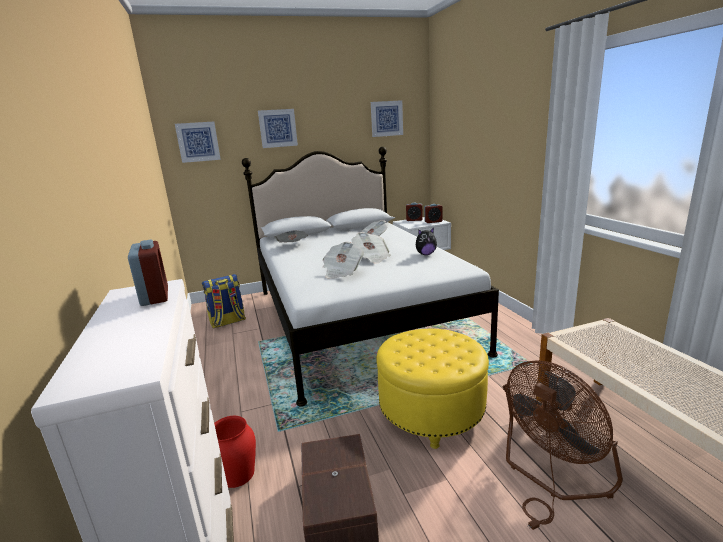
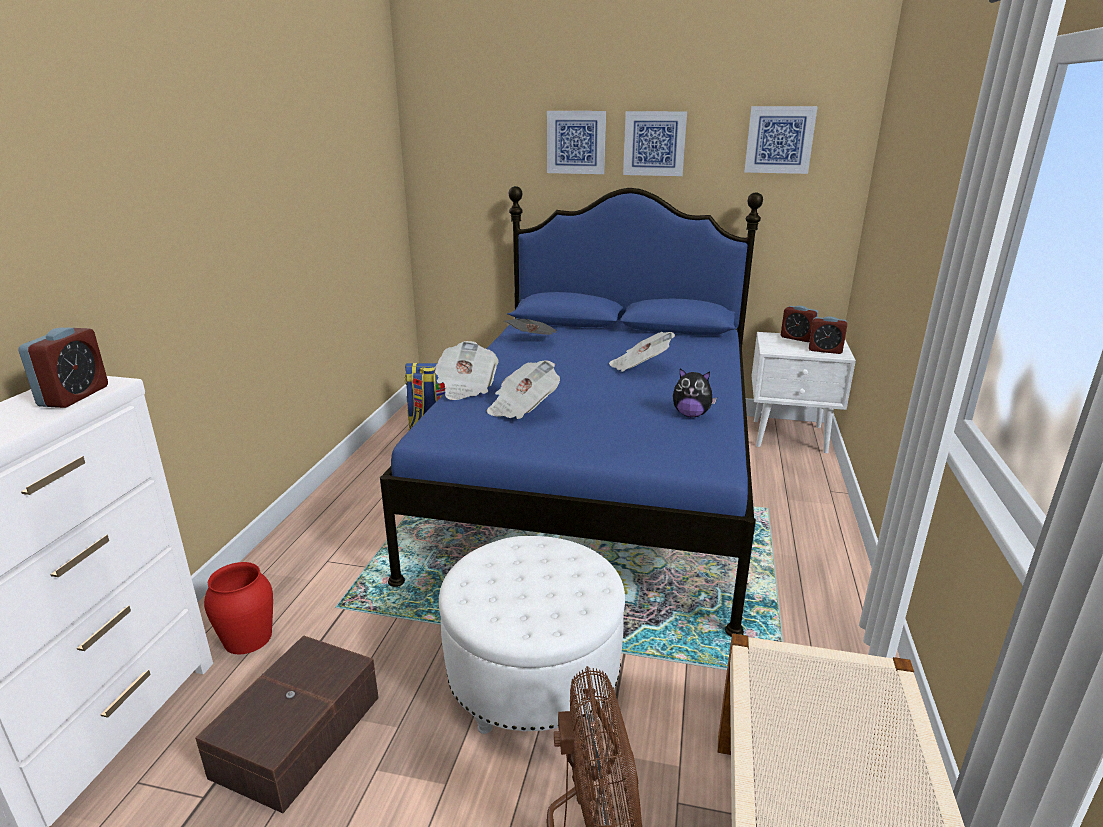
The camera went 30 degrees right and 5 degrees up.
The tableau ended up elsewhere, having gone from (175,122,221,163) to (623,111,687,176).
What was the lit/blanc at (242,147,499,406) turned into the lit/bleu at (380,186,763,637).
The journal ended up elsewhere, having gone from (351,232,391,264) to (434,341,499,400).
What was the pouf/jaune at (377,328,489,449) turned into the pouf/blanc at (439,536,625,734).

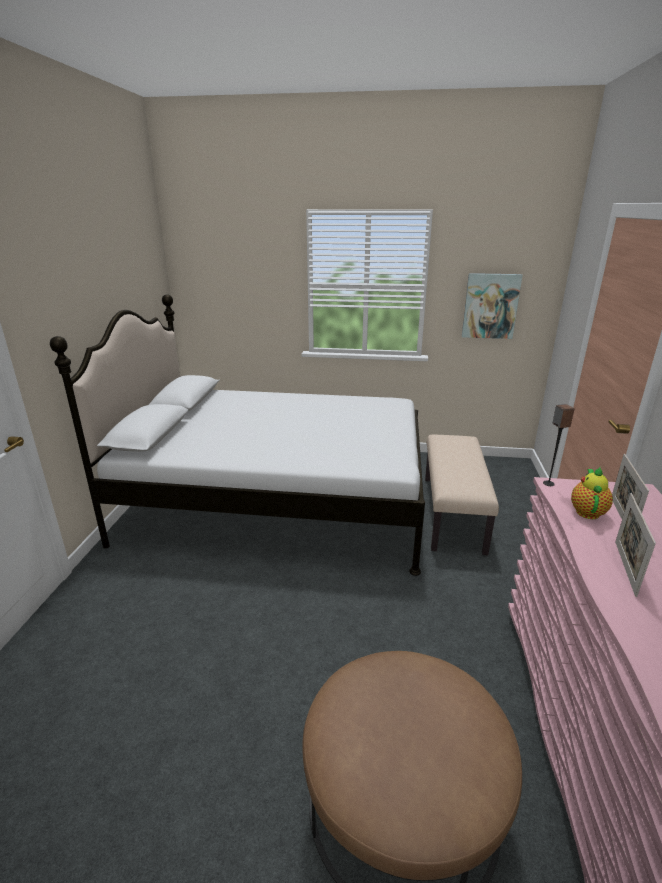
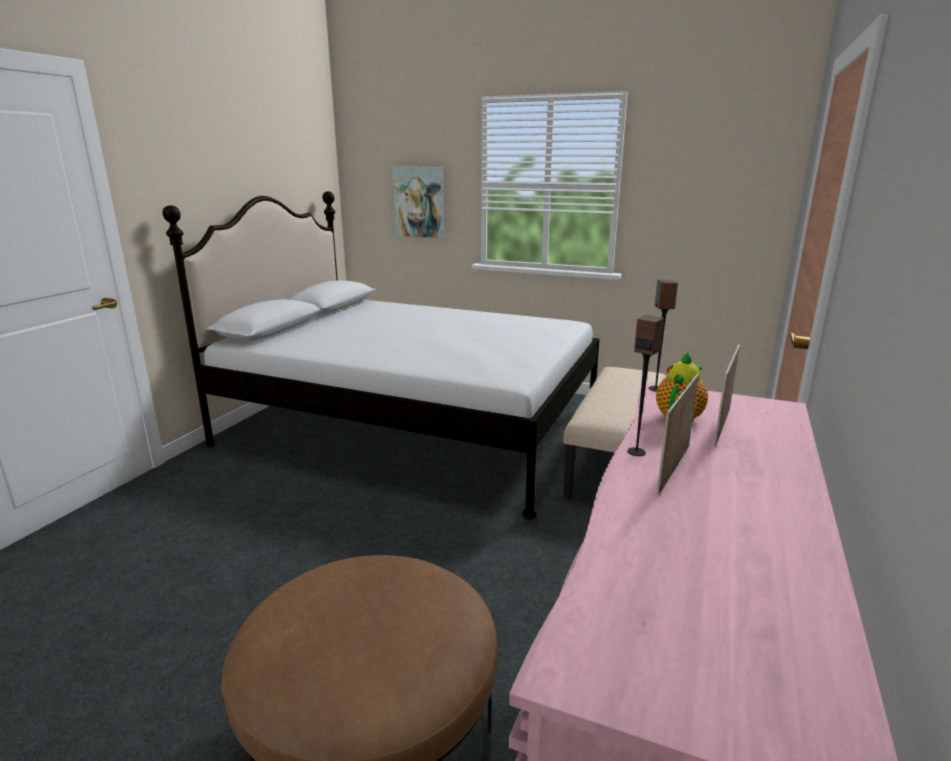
The camera went 15 degrees right and 5 degrees down.
The tableau ended up elsewhere, having gone from (462,273,523,339) to (392,167,444,238).
The second view gained the enceinte at (627,315,664,456).

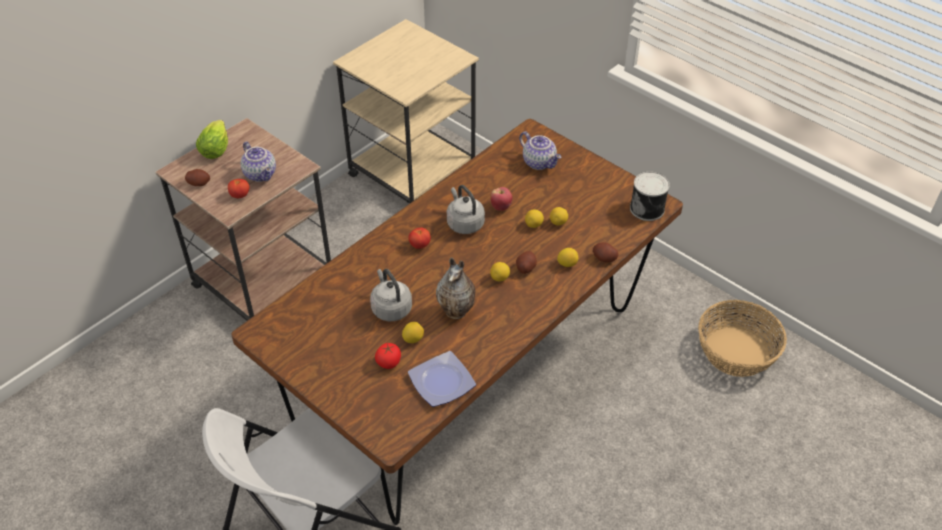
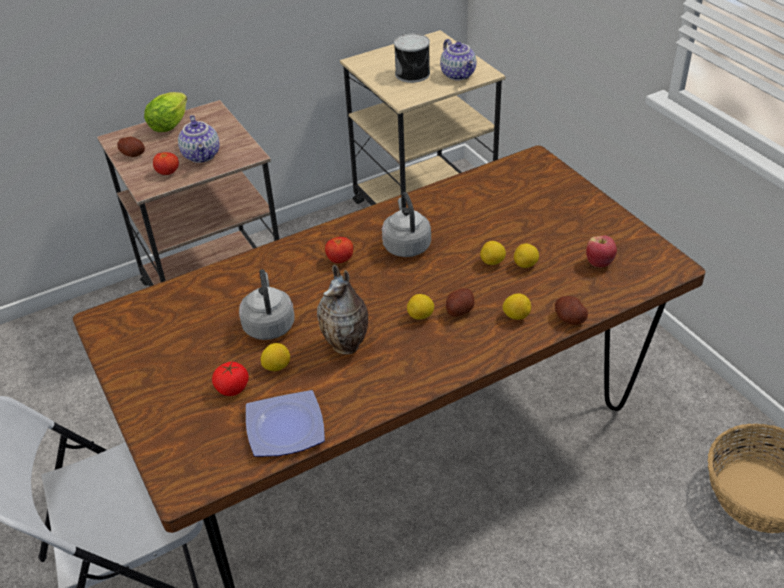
The camera went 20 degrees right and 5 degrees down.
The théière ended up elsewhere, having gone from (519,131,561,170) to (440,39,476,81).
The boîte métallique ended up elsewhere, having gone from (630,171,670,221) to (394,33,430,83).
The pomme ended up elsewhere, having gone from (490,187,512,211) to (586,236,617,268).

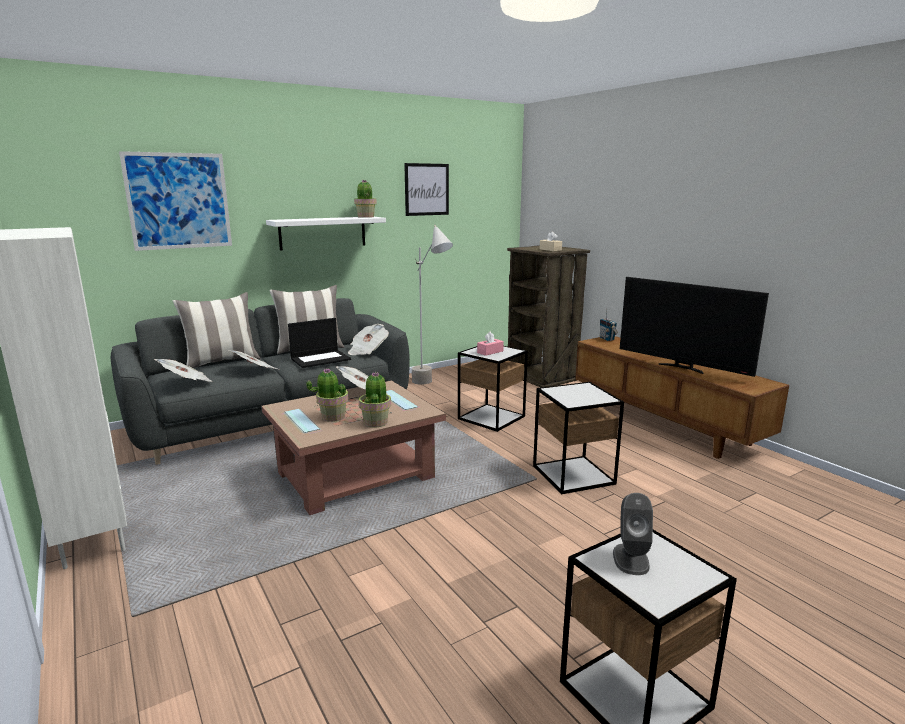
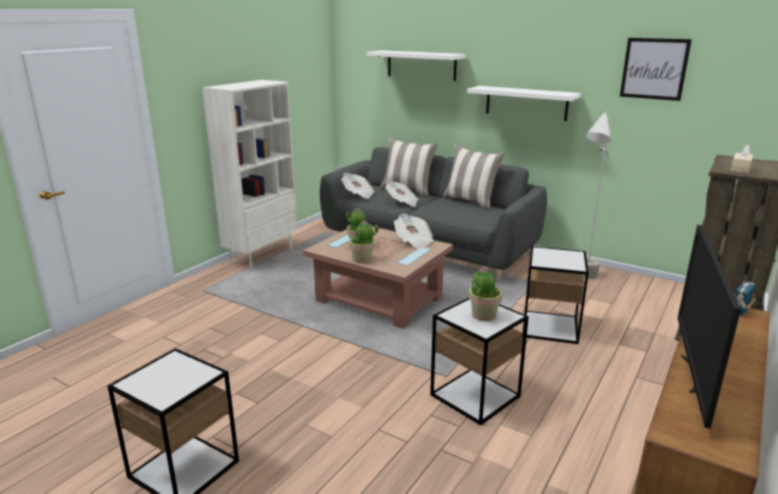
The camera went 65 degrees right and 5 degrees up.
Where the tableau hung at (119,151,232,251), the étagère/blanc came to hang at (367,50,466,81).
The plante en pot ended up elsewhere, having gone from (354,180,377,218) to (469,267,503,321).
The second view lost the ordinateur portable at (288,318,351,368).
The second view lost the journal at (348,324,389,355).
The second view lost the boîte à mouchoirs/rose at (477,332,504,356).
The second view lost the enceinte/gris at (613,493,653,575).

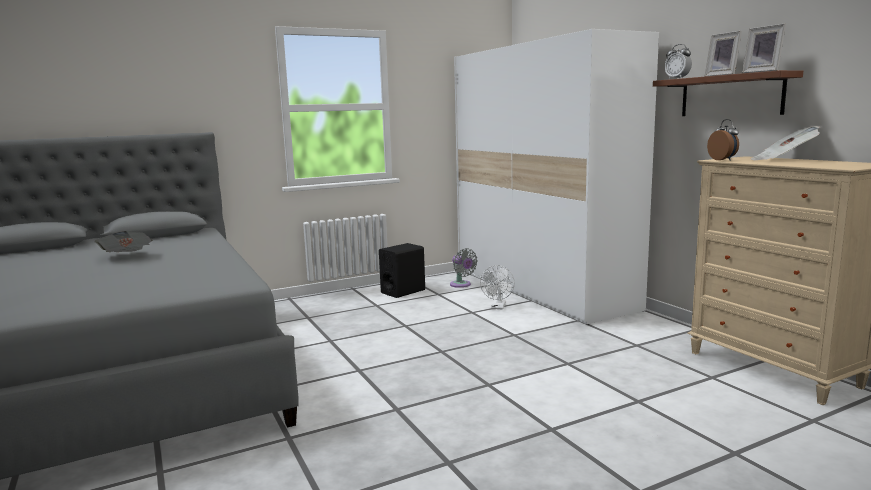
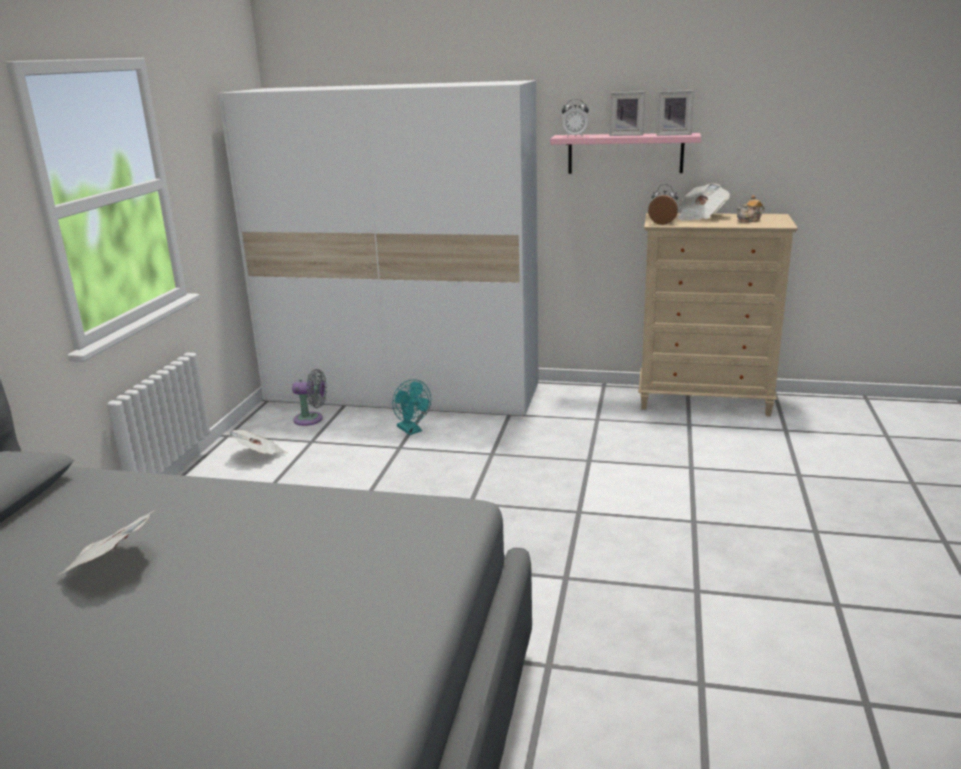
The camera went 50 degrees left and 10 degrees up.
What was the étagère/marron at (653,70,803,116) turned into the étagère/rose at (550,133,701,174).
Where the enceinte/noir stood at (379,243,425,298), the journal came to stand at (227,430,288,455).
What was the ventilateur/blanc at (480,265,515,309) turned into the ventilateur/turquoise at (392,379,431,435).
The second view gained the théière at (737,195,765,223).

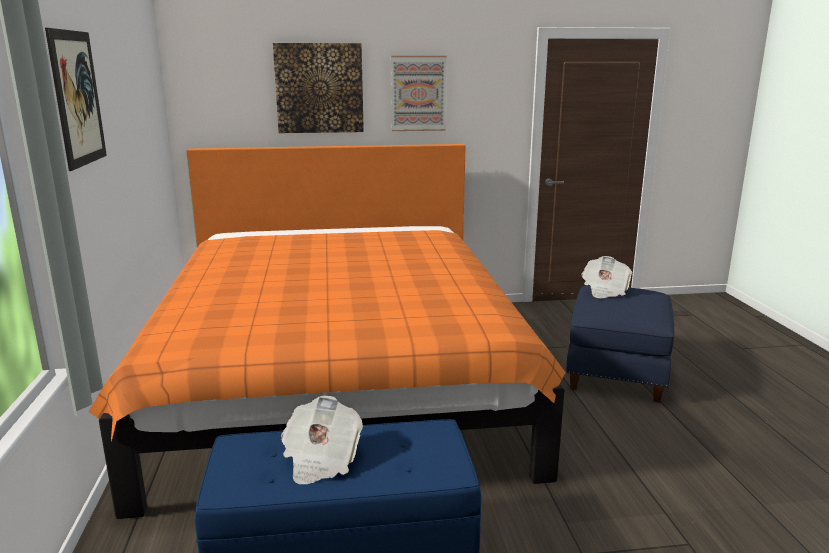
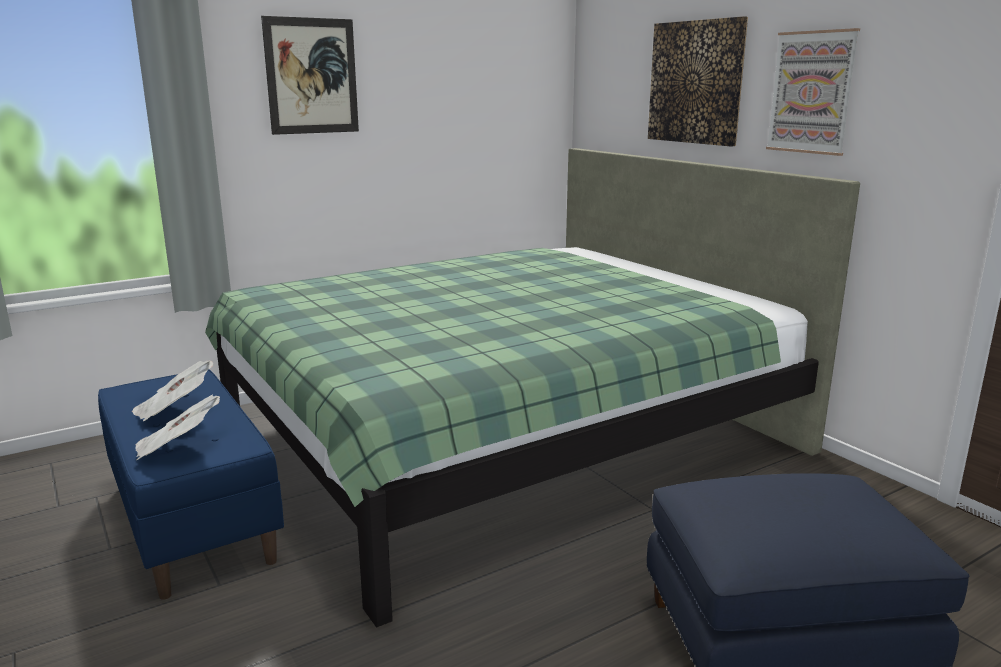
The camera went 65 degrees right and 0 degrees up.
What was the lit/orange at (88,144,566,519) turned into the lit/vert at (205,148,860,628).
The journal ended up elsewhere, having gone from (582,256,632,298) to (135,395,220,460).

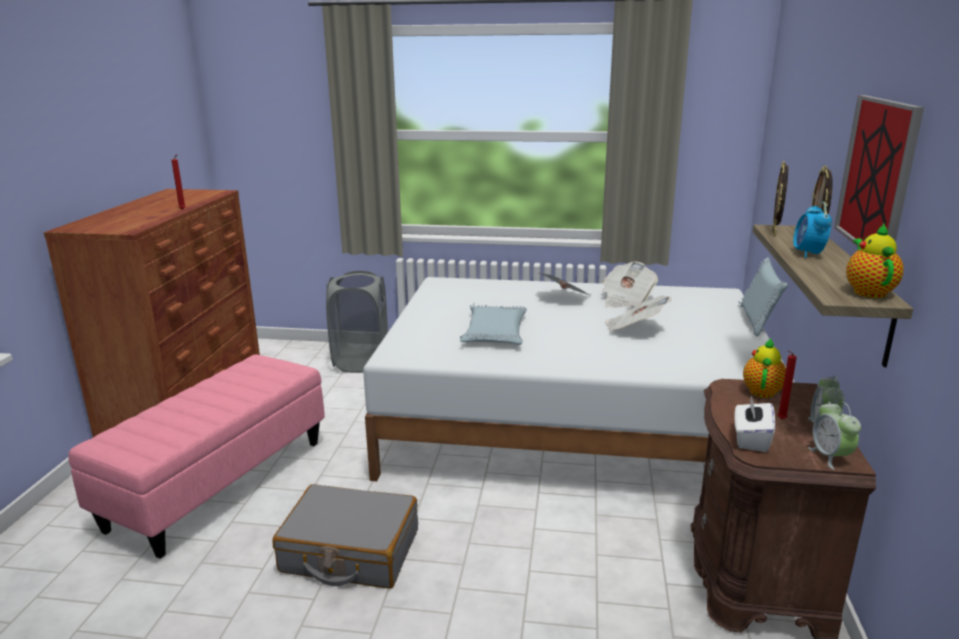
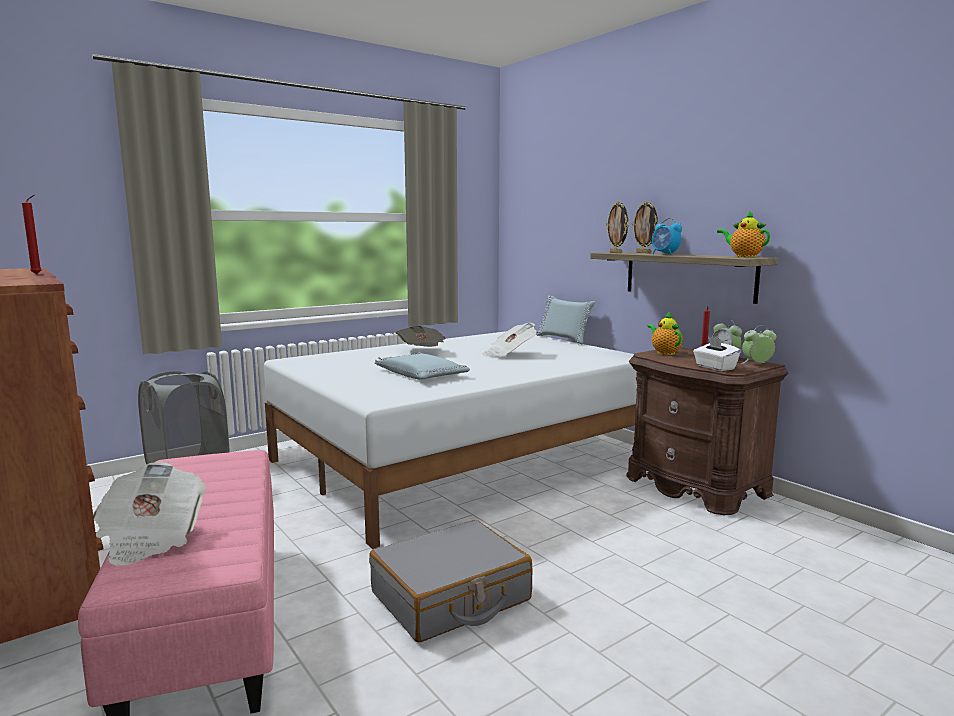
The camera went 45 degrees left and 10 degrees down.
The second view lost the tableau at (834,95,924,246).
The journal ended up elsewhere, having gone from (602,262,658,308) to (93,462,206,566).
The réveil at (808,401,861,470) ended up facing another way, 135 degrees clockwise from before.

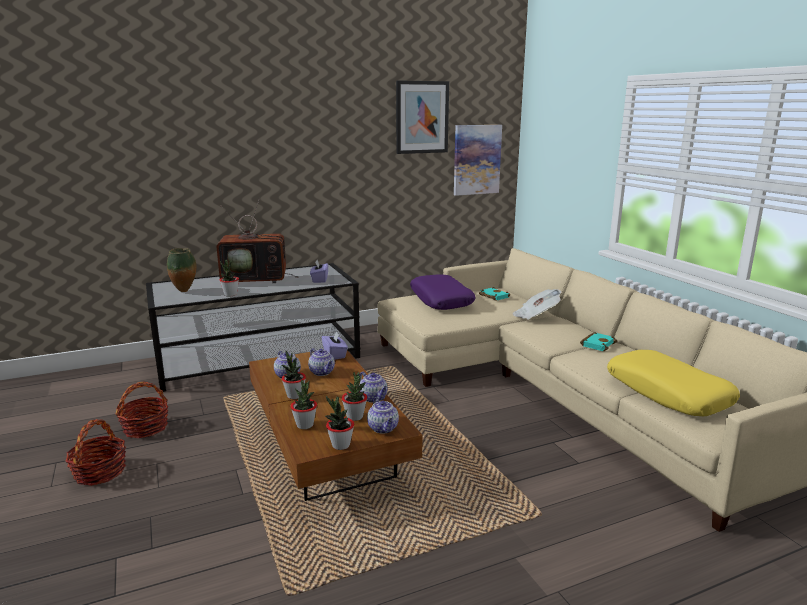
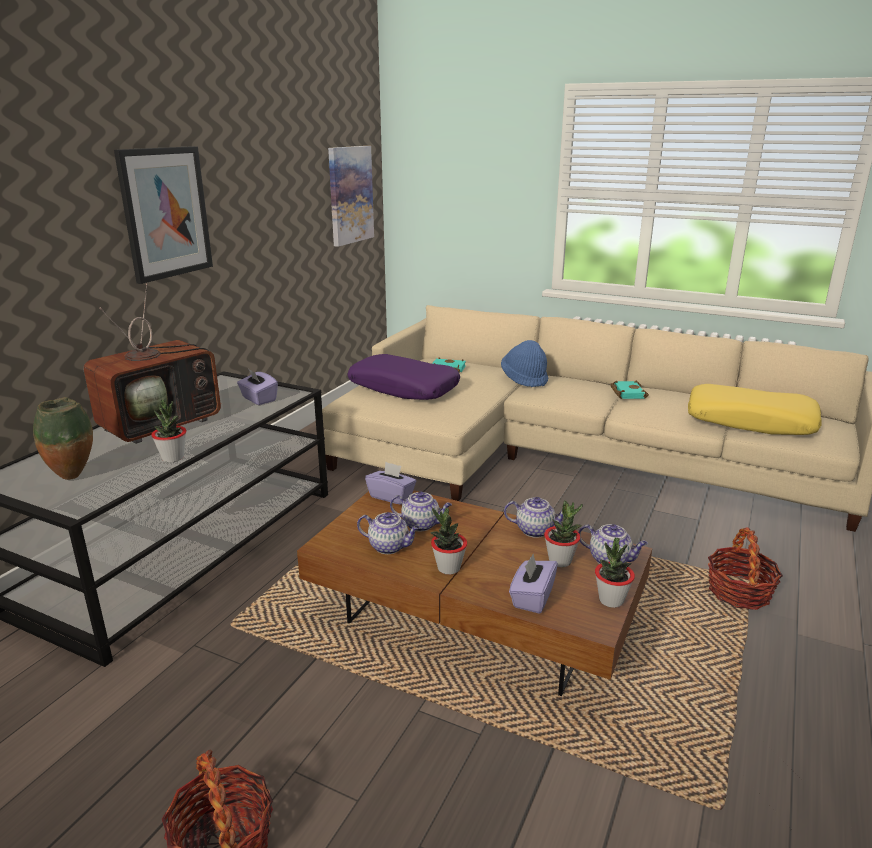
The camera went 40 degrees left and 5 degrees up.
The tableau ended up elsewhere, having gone from (396,80,449,154) to (114,146,213,284).
Where the journal stood at (512,289,562,320), the chapeau/bleu came to stand at (501,340,548,387).
Where the plante en pot stood at (290,380,317,429), the boîte à mouchoirs/violet came to stand at (509,554,558,614).
The panier ended up elsewhere, having gone from (115,382,169,438) to (708,527,783,610).

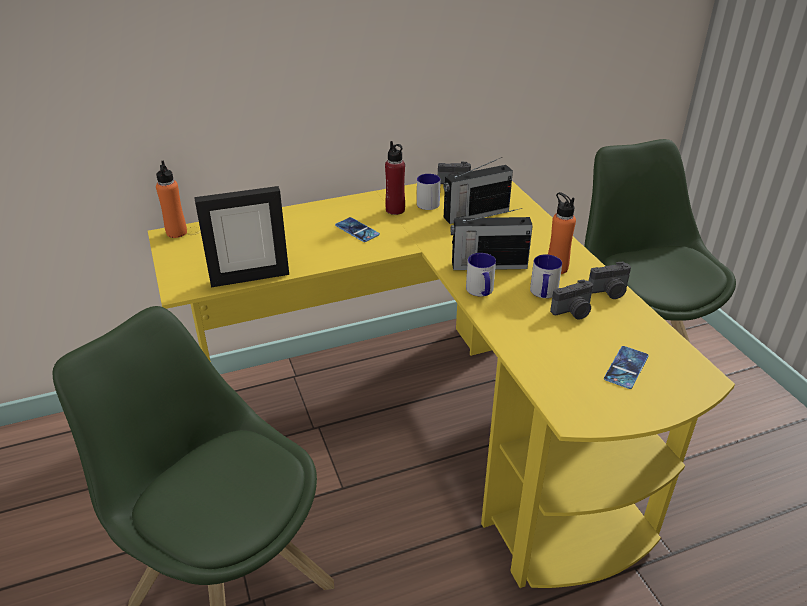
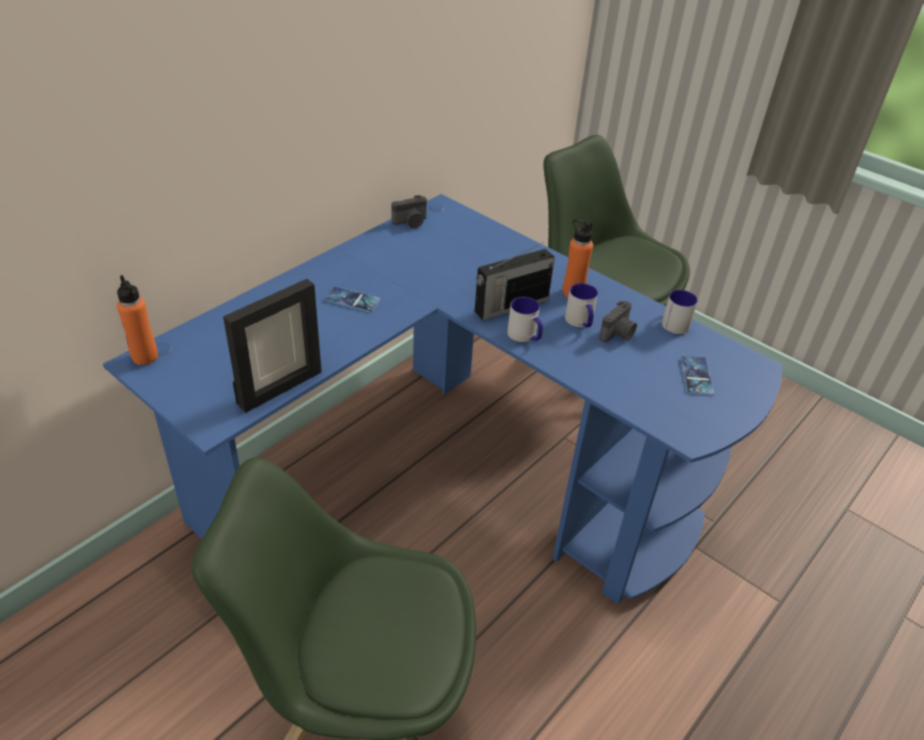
The camera went 30 degrees left and 5 degrees up.
The second view lost the bouteille/rouge at (385,141,405,215).
The second view lost the radio at (443,157,513,224).
The mug ended up elsewhere, having gone from (417,174,441,210) to (662,290,698,334).
What was the bureau/jaune at (148,181,735,588) turned into the bureau/bleu at (103,194,782,604).
The second view lost the appareil photo at (589,262,631,299).

